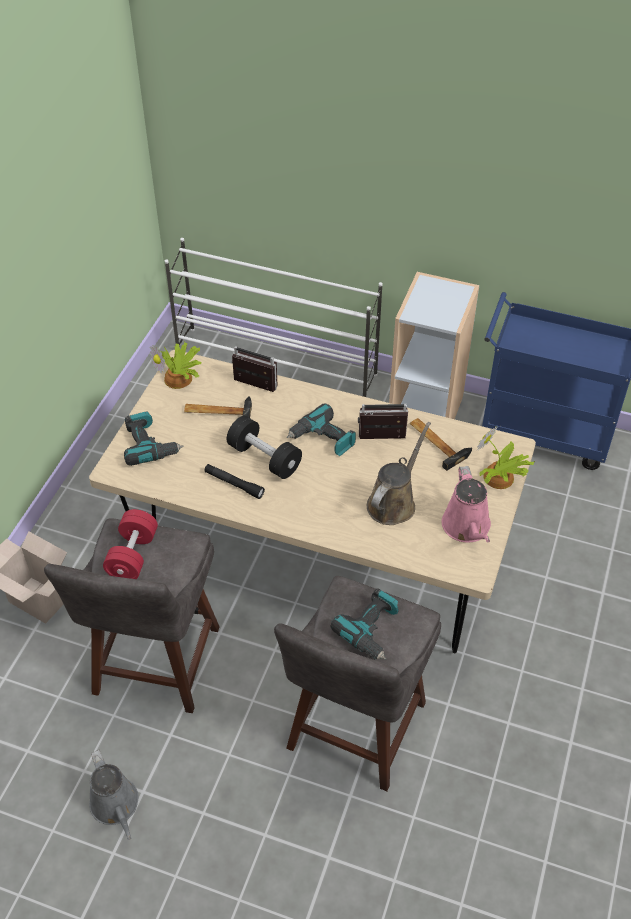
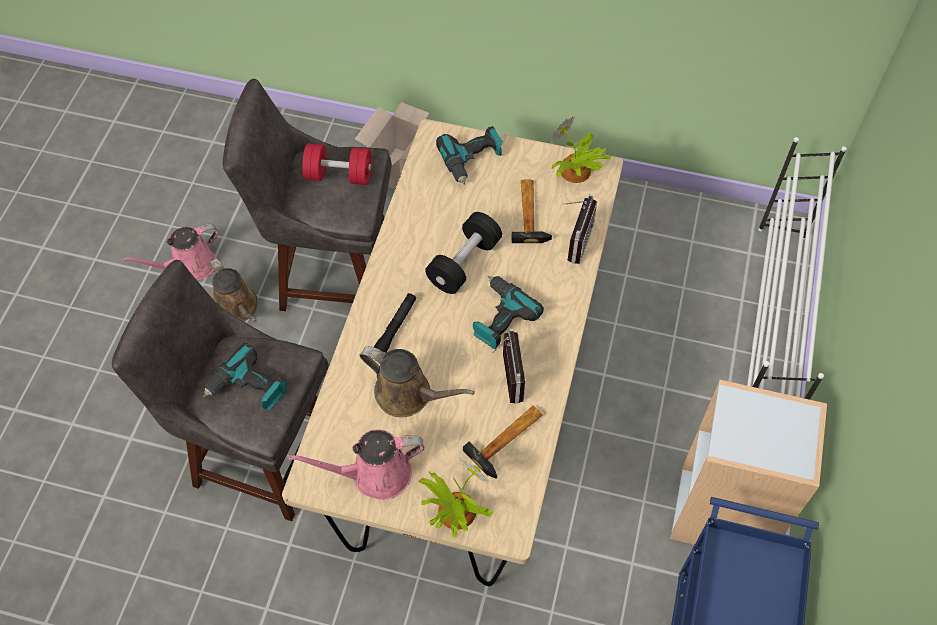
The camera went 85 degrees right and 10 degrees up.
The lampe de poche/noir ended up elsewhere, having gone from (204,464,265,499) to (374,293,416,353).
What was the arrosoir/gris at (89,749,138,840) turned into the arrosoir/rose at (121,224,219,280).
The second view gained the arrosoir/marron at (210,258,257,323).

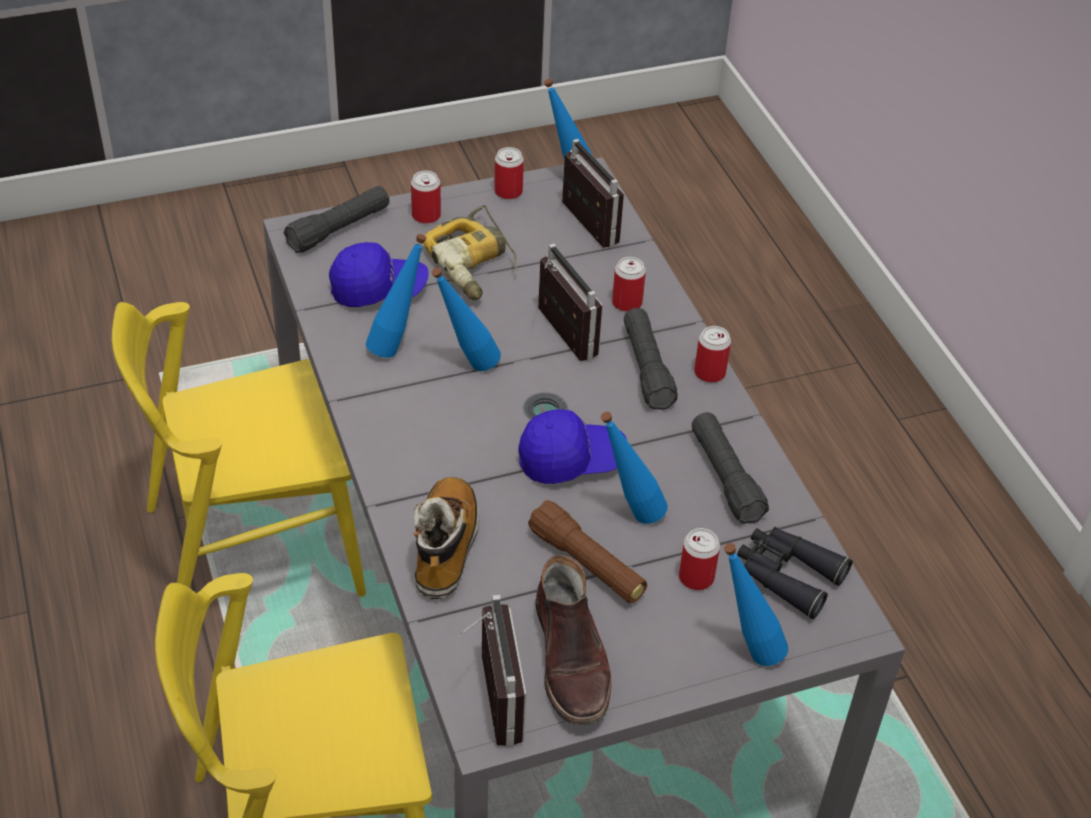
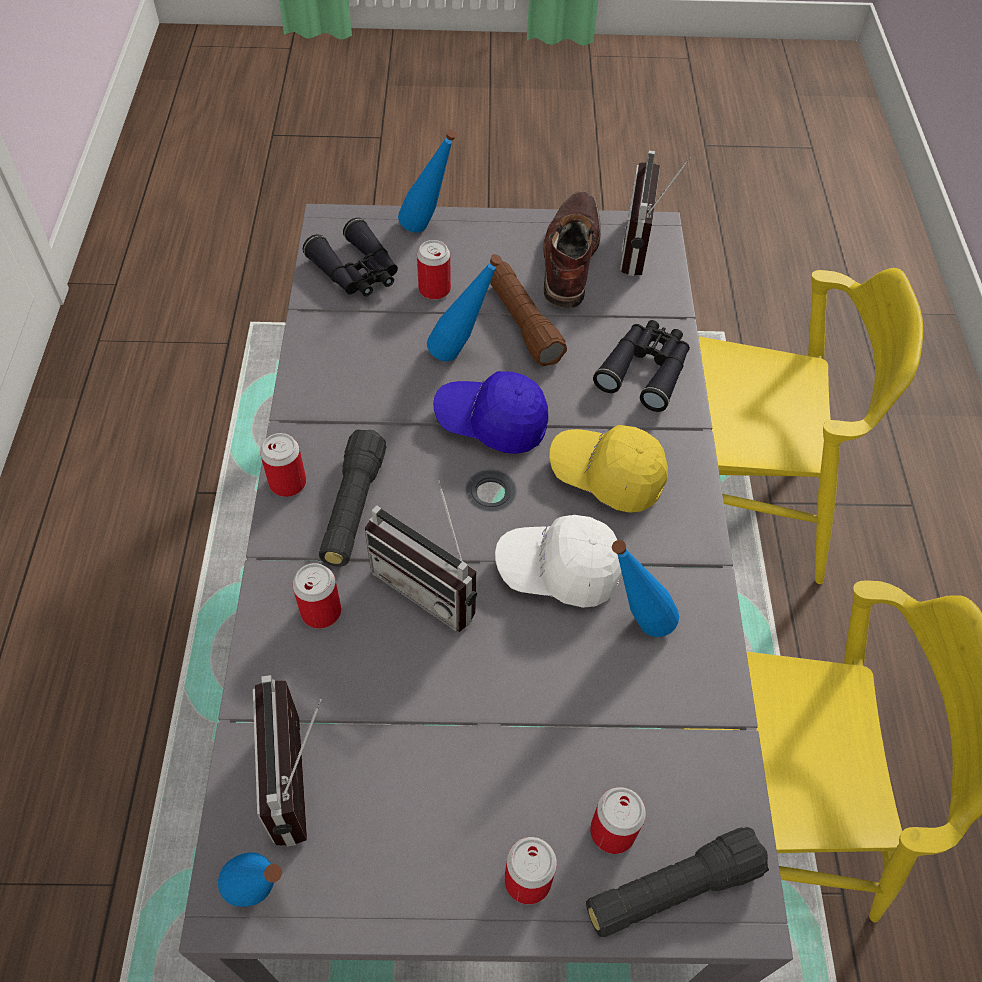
The camera went 160 degrees left and 10 degrees up.
The boîte métallique ended up elsewhere, having gone from (494,147,524,199) to (590,787,646,854).
The second view lost the perceuse at (424,205,518,300).
The second view lost the casquette/bleu at (329,242,429,307).
The radio at (538,244,603,361) ended up facing another way, 45 degrees counterclockwise from before.
Where the bouteille/bleu stood at (431,268,501,371), the casquette/blanc came to stand at (495,515,621,608).
The second view lost the lampe de poche/noir at (692,412,769,524).
Where the botte stood at (414,477,480,599), the jumelles/noir came to stand at (593,320,690,412).
The second view gained the casquette/jaune at (549,425,668,513).

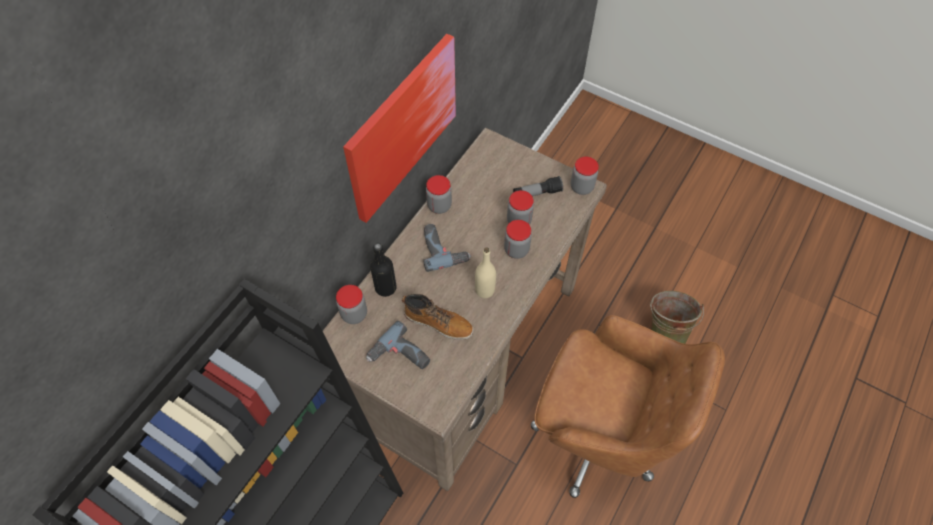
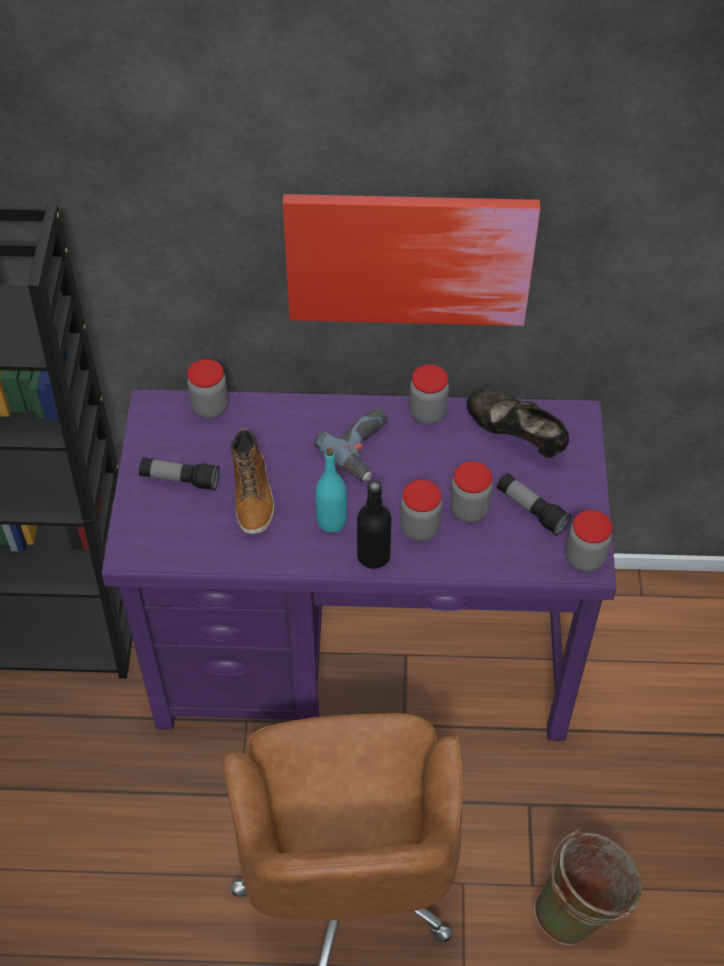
The camera went 60 degrees right and 5 degrees down.
What was the bureau/marron at (312,128,607,491) turned into the bureau/violet at (102,389,617,741).
The bouteille/noir ended up elsewhere, having gone from (370,243,397,297) to (357,481,391,569).
What was the bouteille/beige at (475,247,496,298) turned into the bouteille/turquoise at (315,448,347,533).
Where the perceuse stood at (366,321,430,369), the lampe de poche came to stand at (139,457,220,491).
The second view gained the chaussure/noir at (467,390,569,458).

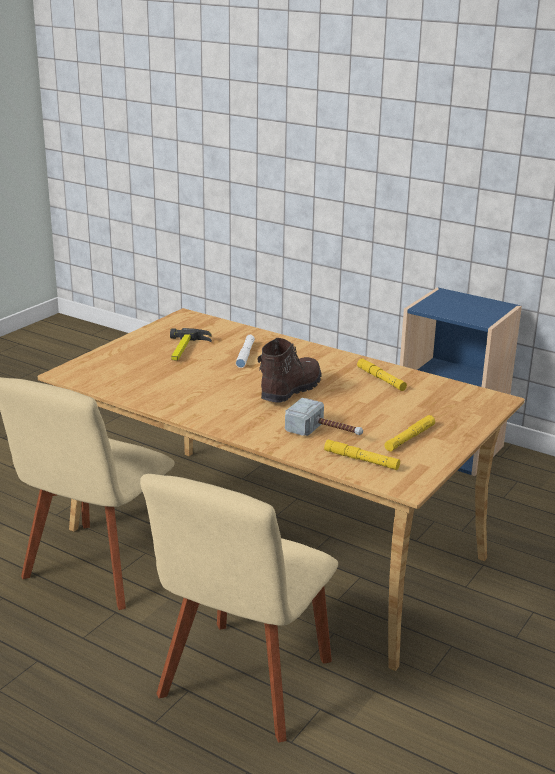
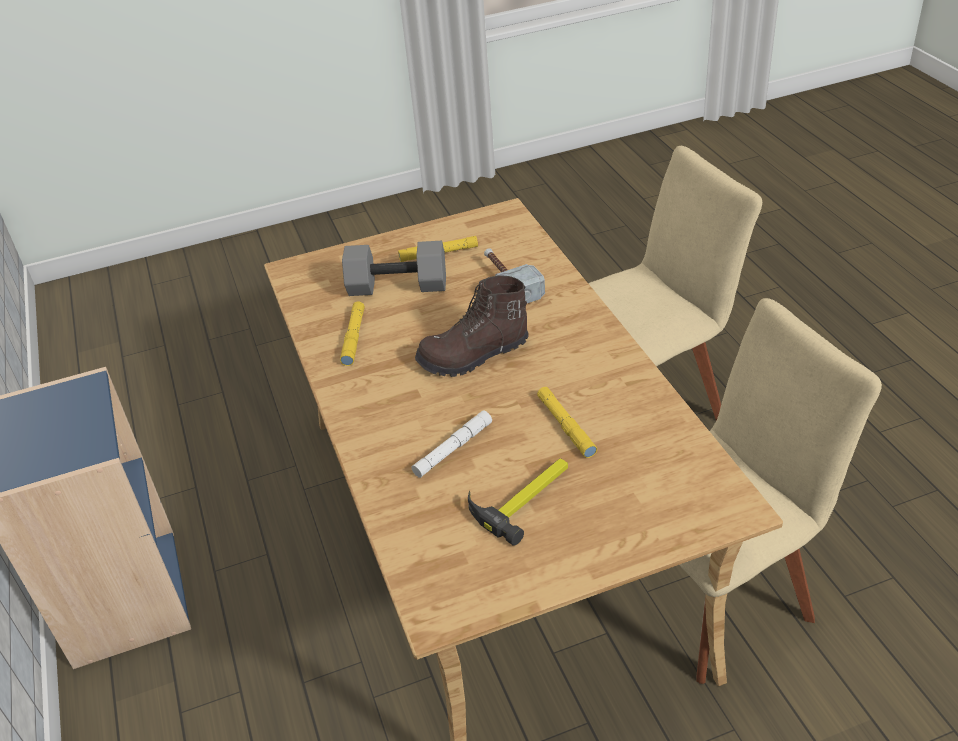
The camera went 140 degrees left and 15 degrees up.
The lampe de poche/jaune ended up elsewhere, having gone from (324,439,400,470) to (537,387,597,458).
The second view gained the haltère/gris at (342,241,446,296).

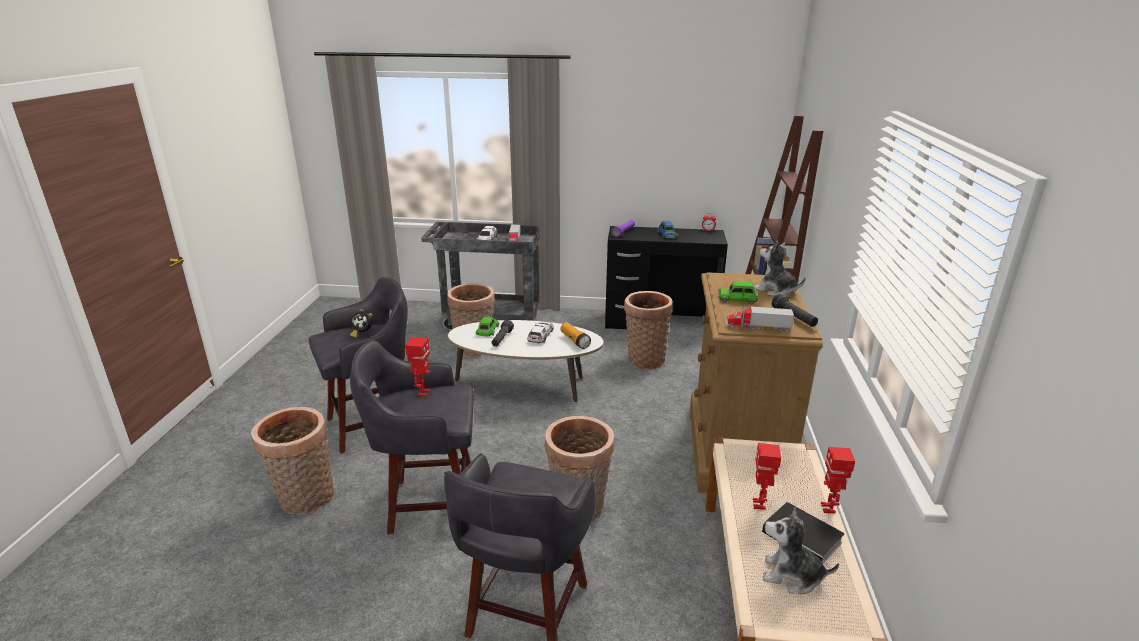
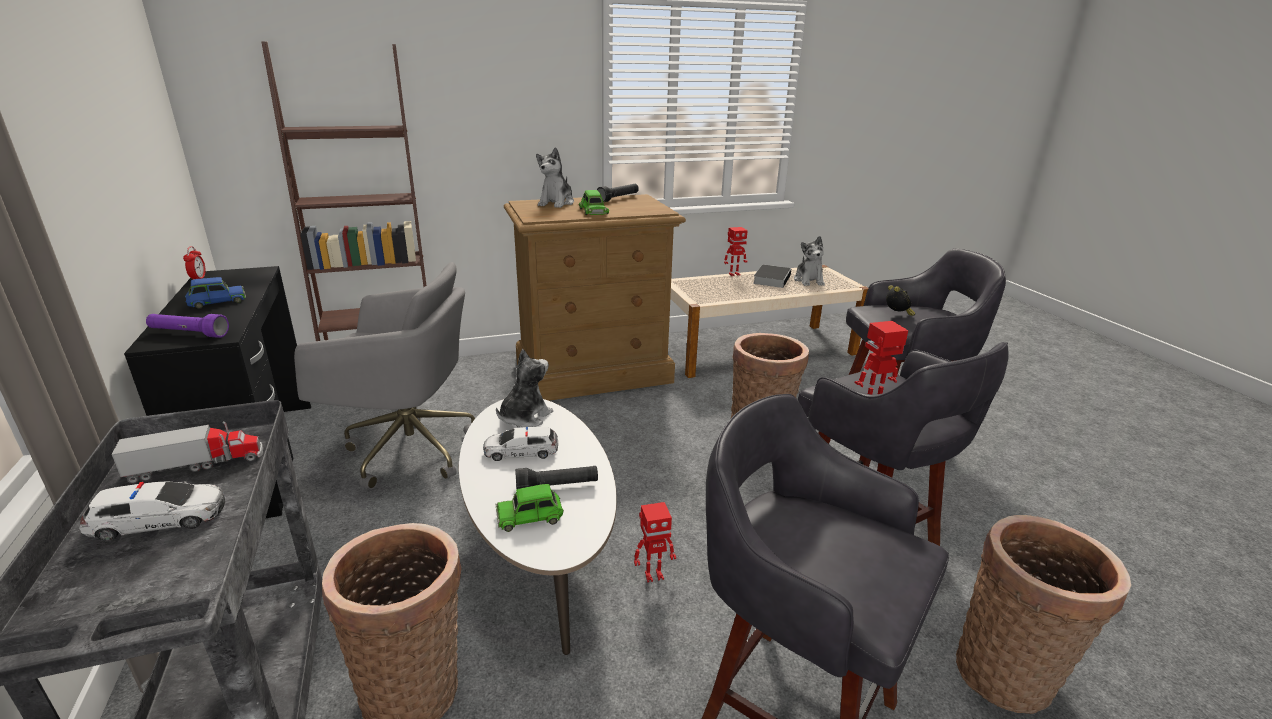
The camera went 115 degrees left and 0 degrees up.
Where the panier stood at (624,291,673,369), the chaise de bureau/gris came to stand at (294,262,475,489).
The second view lost the camion jouet at (726,306,794,332).
The réveil ended up elsewhere, having gone from (350,309,373,338) to (886,285,916,316).
Where the lampe de poche stood at (561,323,591,349), the peluche came to stand at (496,349,553,428).
The robot jouet ended up elsewhere, having gone from (753,443,781,510) to (634,502,676,583).

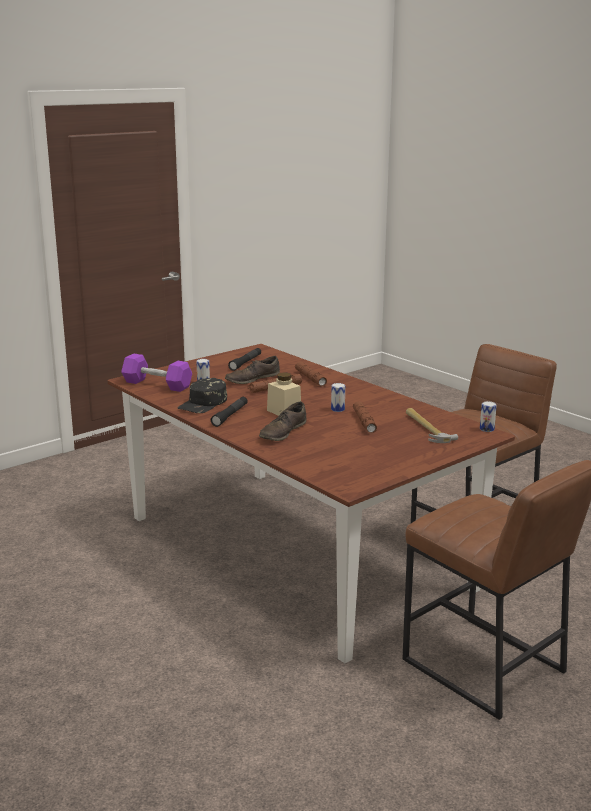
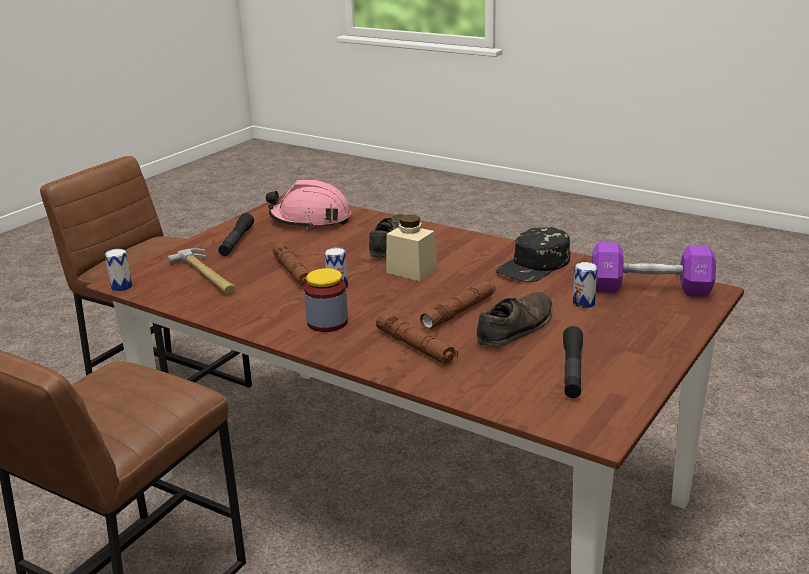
The camera went 165 degrees right and 5 degrees up.
The casquette/noir at (178,378,227,413) ended up facing another way, 150 degrees counterclockwise from before.
The lampe de poche/noir ended up elsewhere, having gone from (211,397,248,427) to (218,213,254,256).
The second view gained the casque de chantier/rose at (266,180,351,229).
The second view gained the bocal at (304,268,348,332).

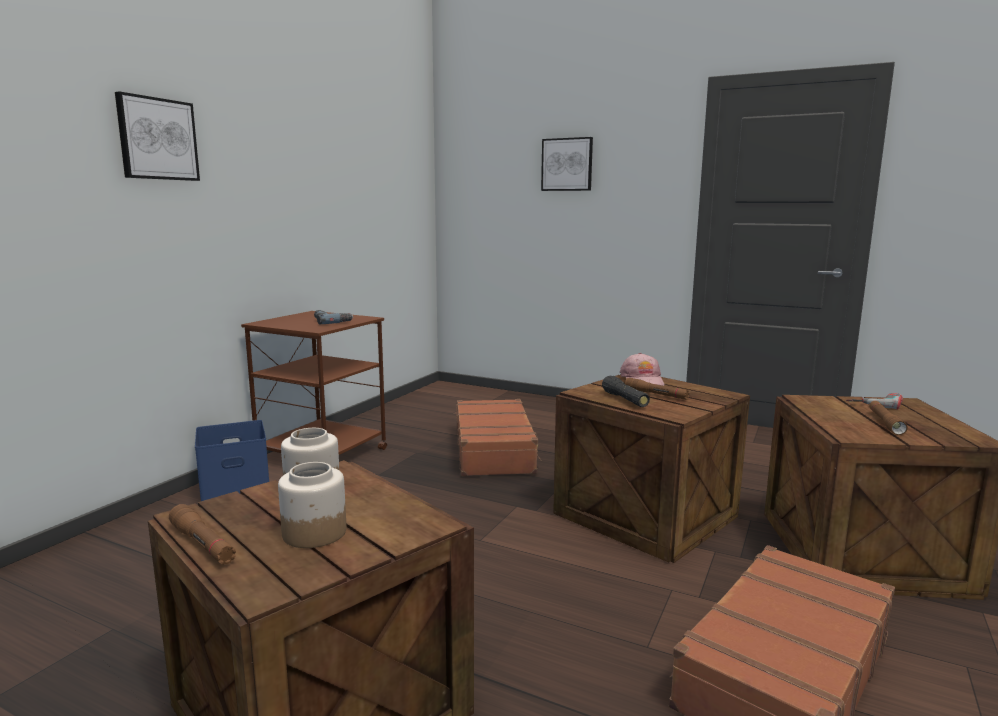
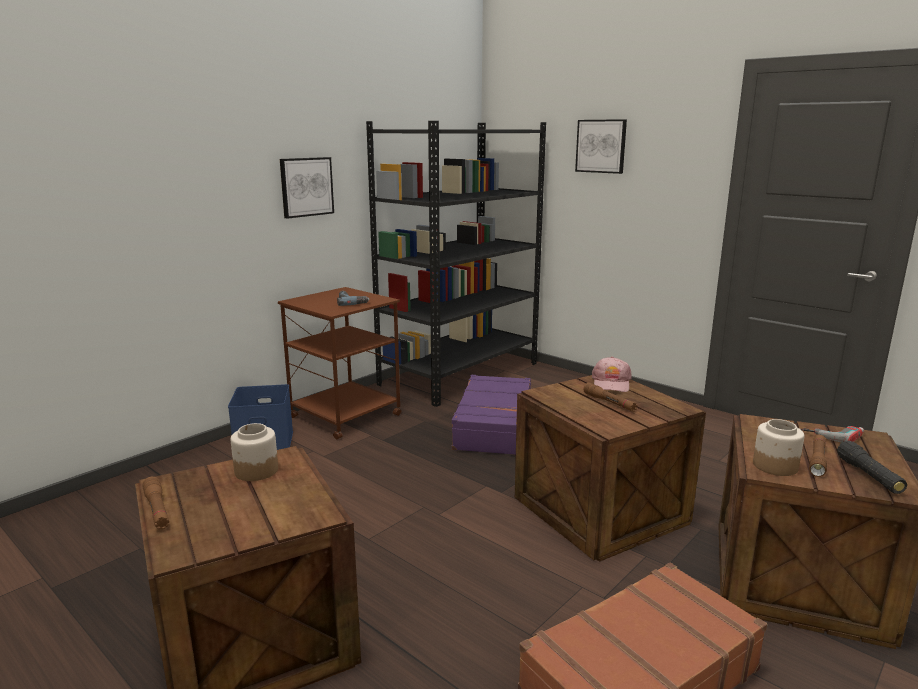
The camera went 15 degrees right and 5 degrees up.
The tableau ended up elsewhere, having gone from (115,91,200,181) to (280,157,334,219).
The lampe de poche/noir ended up elsewhere, having gone from (602,375,650,407) to (837,441,907,494).
What was the valise/marron at (456,399,542,476) turned into the valise/violet at (452,375,531,455).
The bocal ended up elsewhere, having gone from (278,462,346,548) to (753,419,804,476).
The second view gained the bibliothèque/noir at (366,121,546,407).

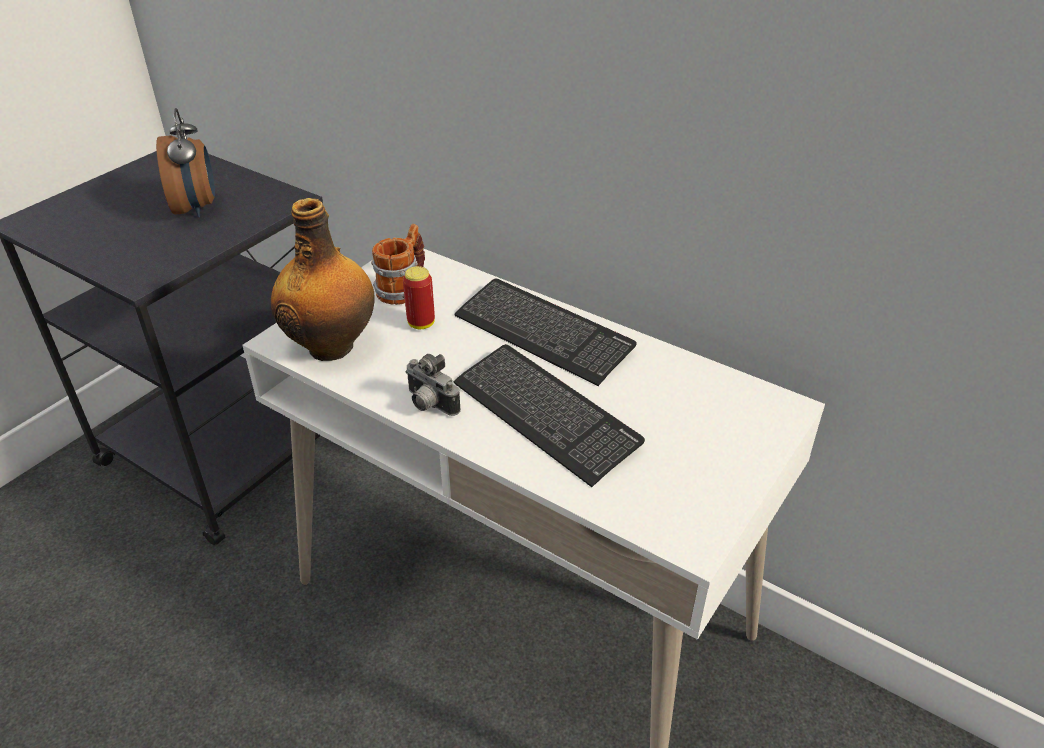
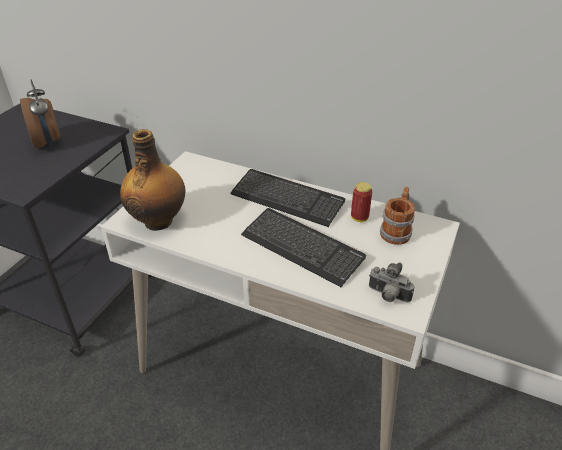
The camera went 10 degrees left and 0 degrees up.
The mug ended up elsewhere, having gone from (371,224,425,305) to (380,187,415,245).
The boîte métallique ended up elsewhere, having gone from (403,266,435,329) to (351,182,372,222).
The appareil photo ended up elsewhere, having gone from (405,354,461,416) to (369,262,414,302).

